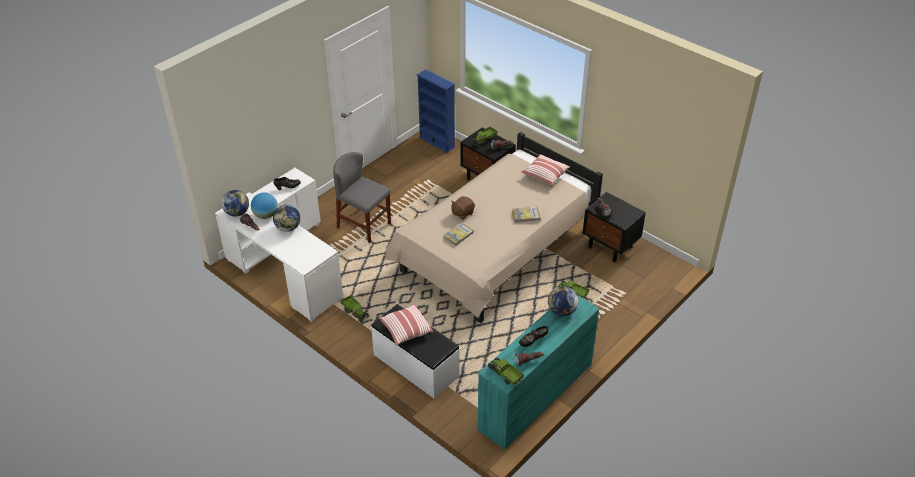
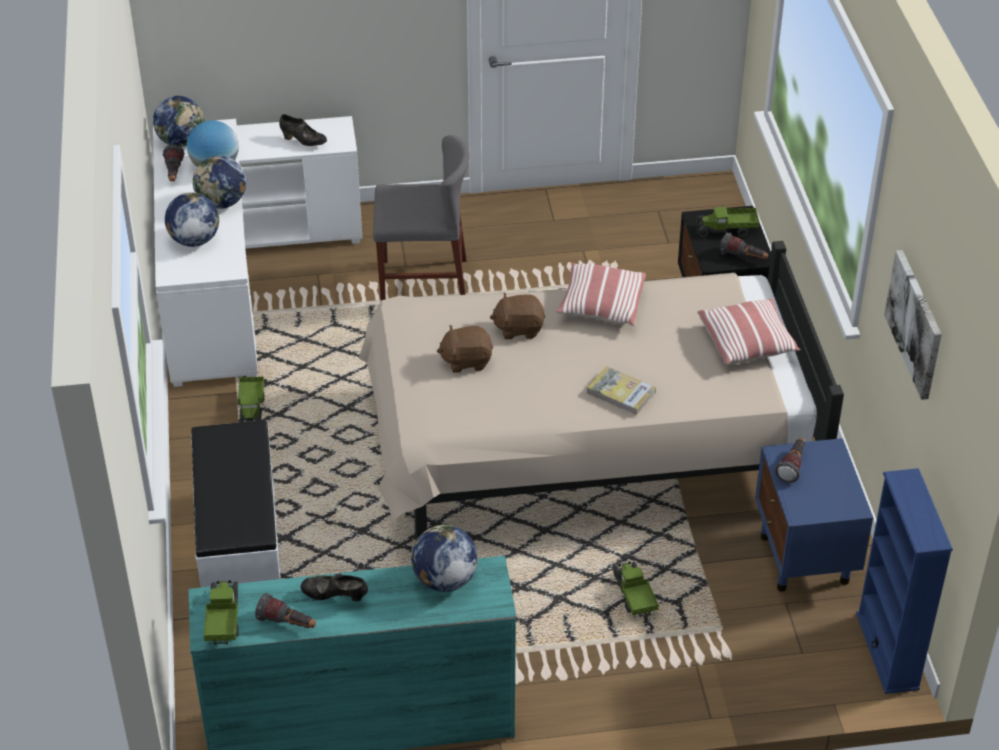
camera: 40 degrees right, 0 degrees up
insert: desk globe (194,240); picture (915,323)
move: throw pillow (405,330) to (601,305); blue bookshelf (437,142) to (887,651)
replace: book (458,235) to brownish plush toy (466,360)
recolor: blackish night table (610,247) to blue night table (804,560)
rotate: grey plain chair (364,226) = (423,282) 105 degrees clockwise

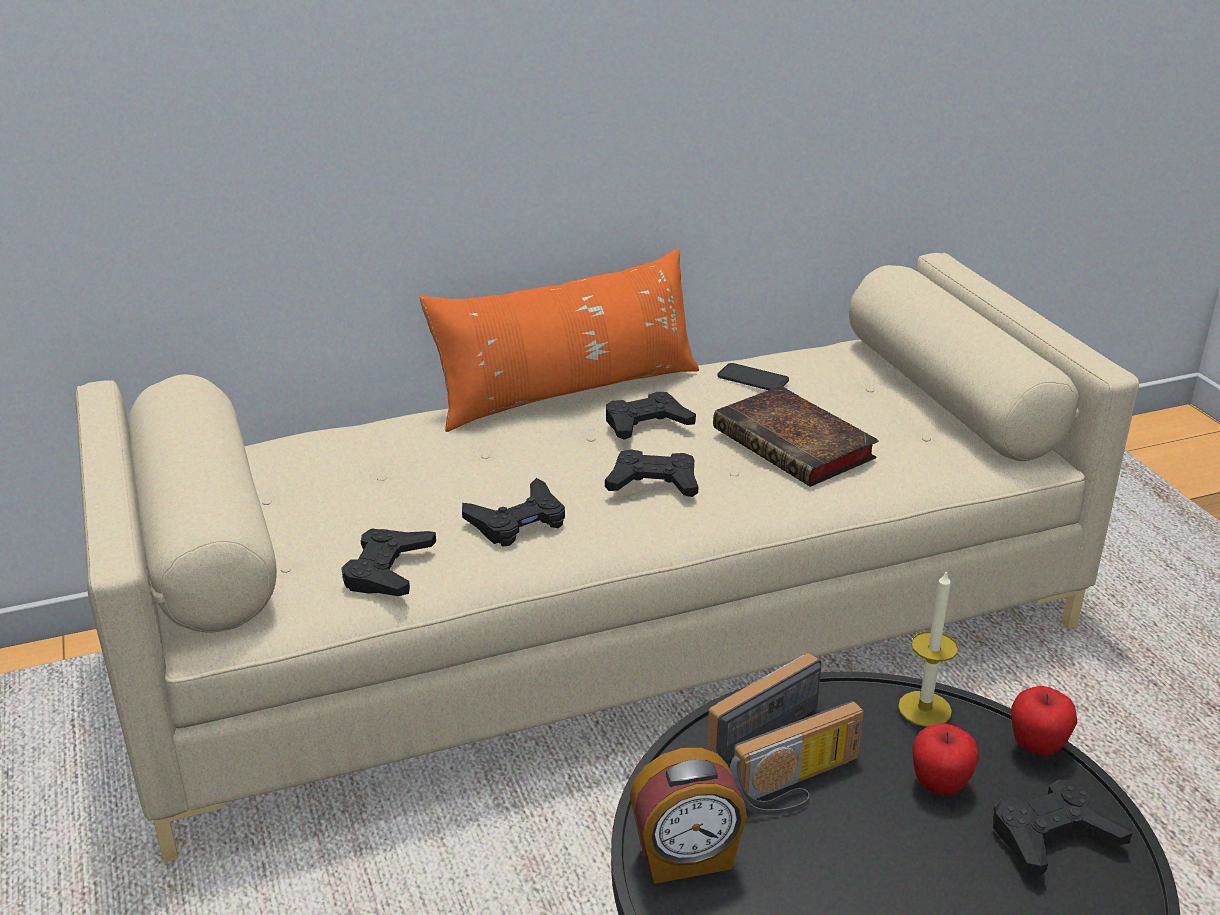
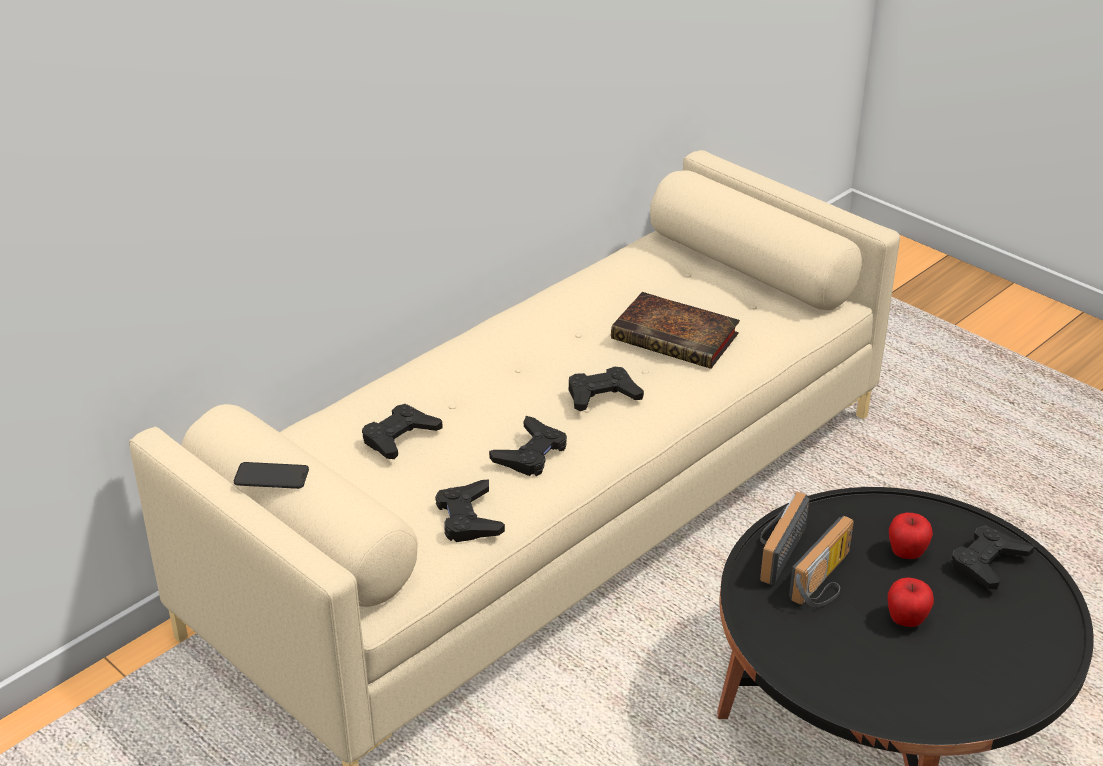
camera: 25 degrees left, 5 degrees up
delete: orangey throw pillow (568,393); alarm clock (686,858); wax light (924,709)
move: blackish joypad (646,424) to (400,437); handset (753,378) to (271,476); apple (1036,747) to (906,620)

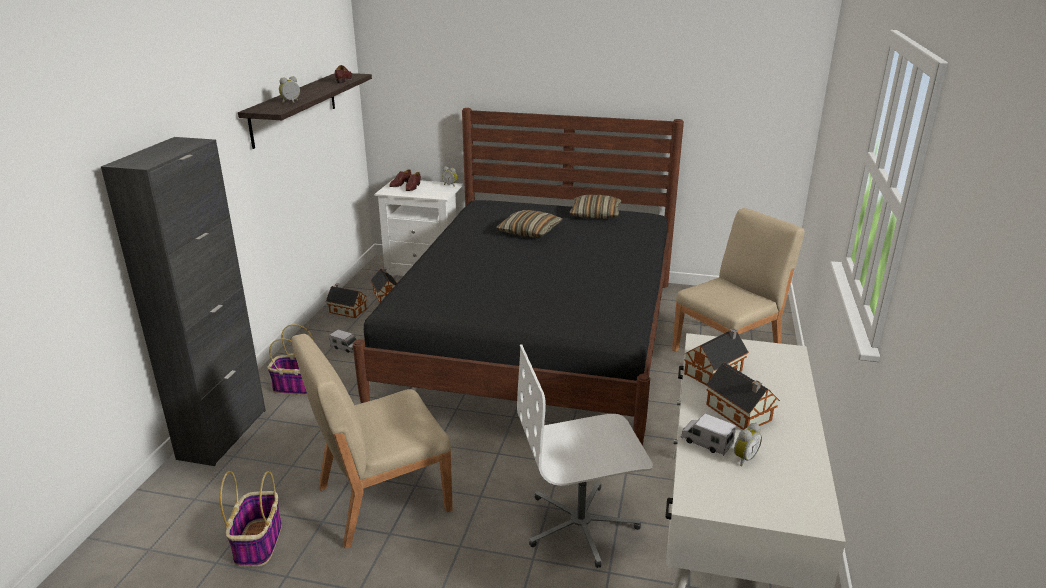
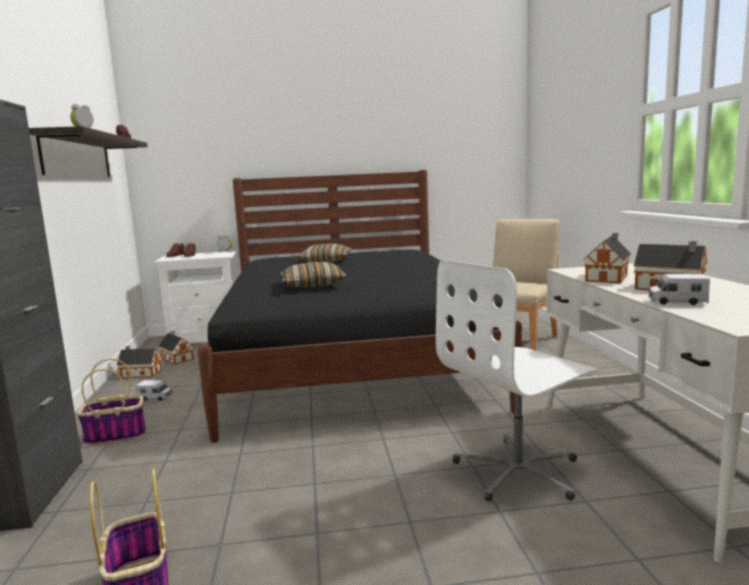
camera: 20 degrees left, 15 degrees down
delete: beige-coloured plain chair (382,499); alarm clock (743,458)
move: throw pillow (595,214) to (313,285)

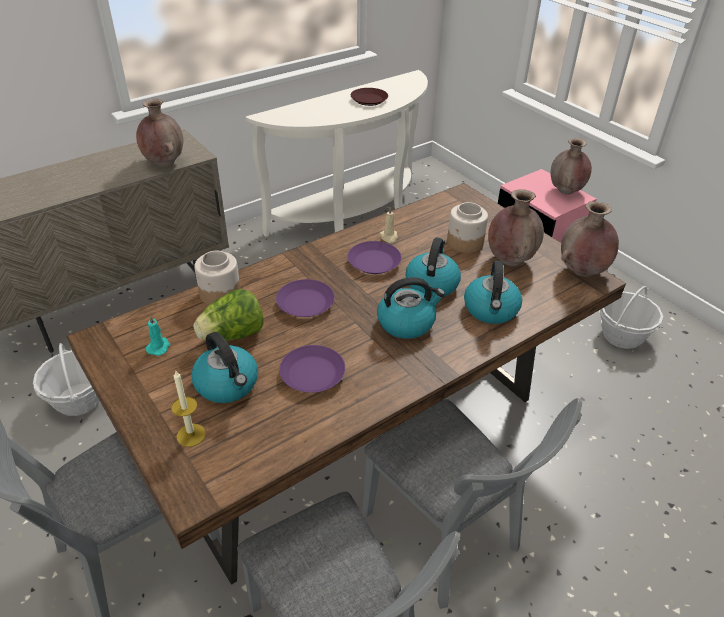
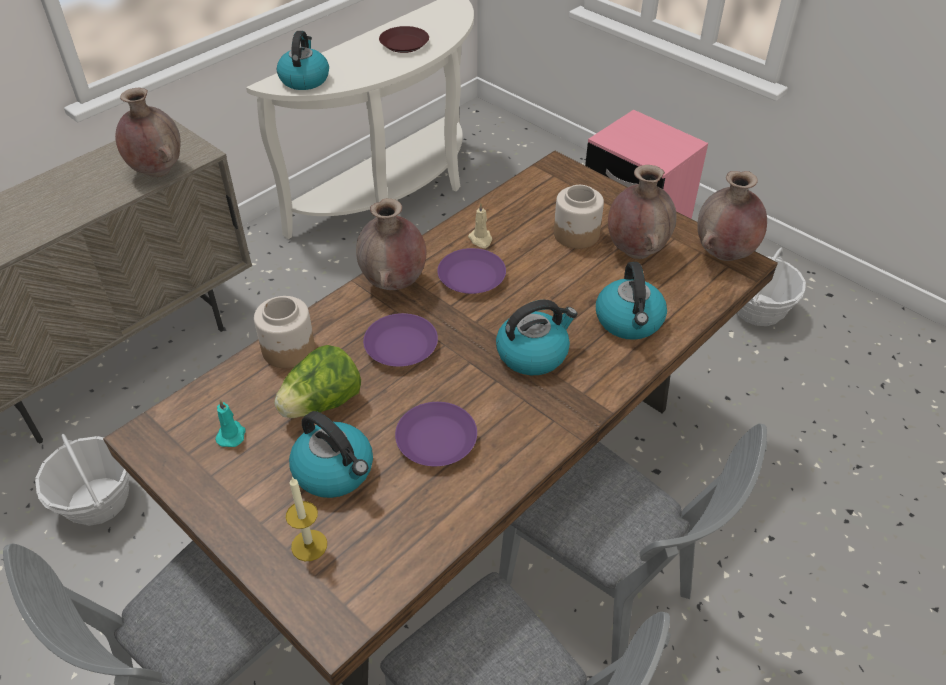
camera: 10 degrees left, 5 degrees up
move: tea kettle (431,284) to (304,79); brownish vase (565,191) to (394,284)

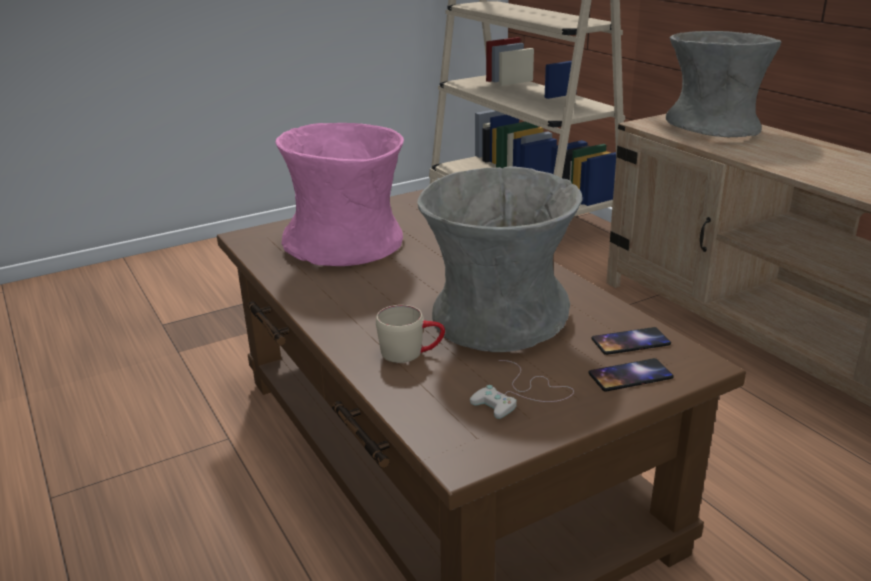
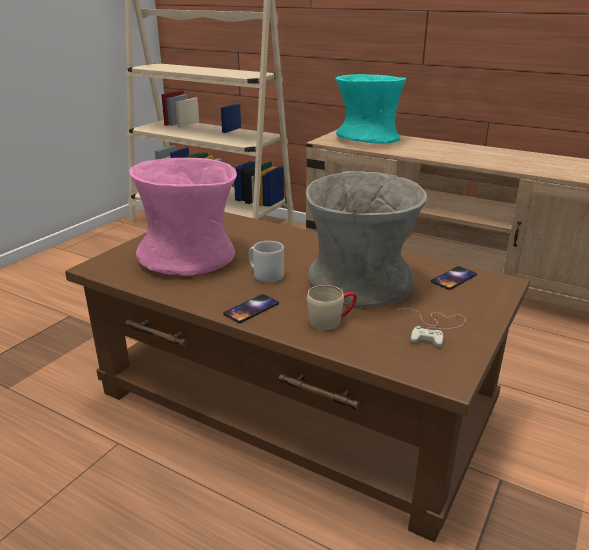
camera: 30 degrees left, 0 degrees up
insert: grey tea mug (265,275)
move: handset (630,376) to (251,309)
recolor: grey vase (712,128) to turquoise-coloured vase (367,139)

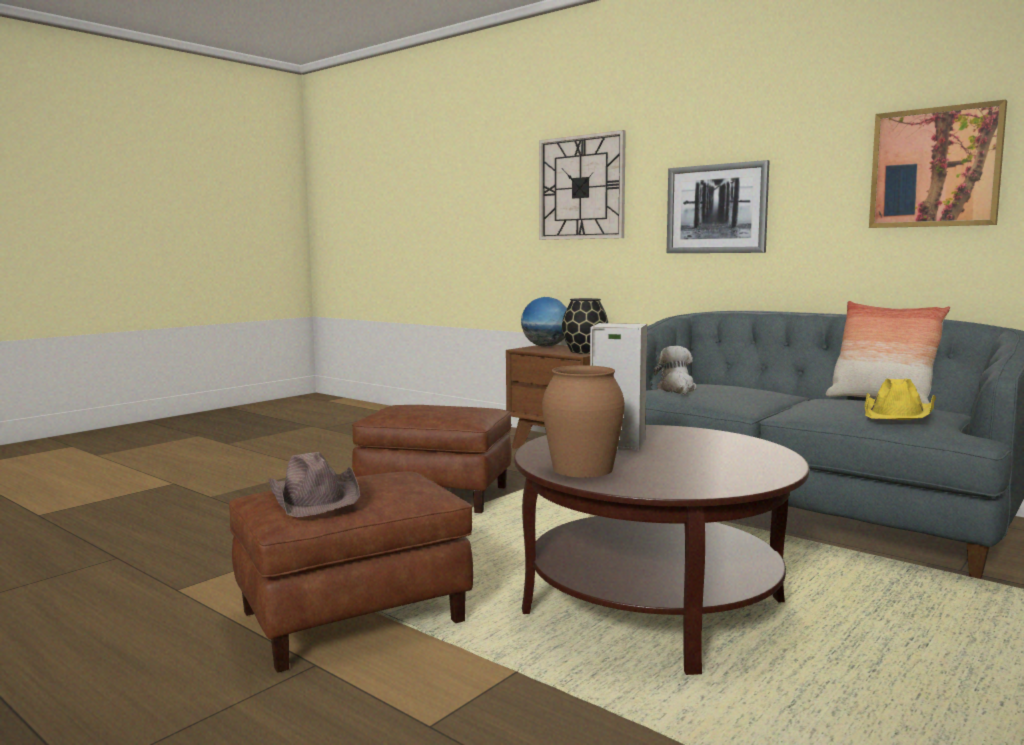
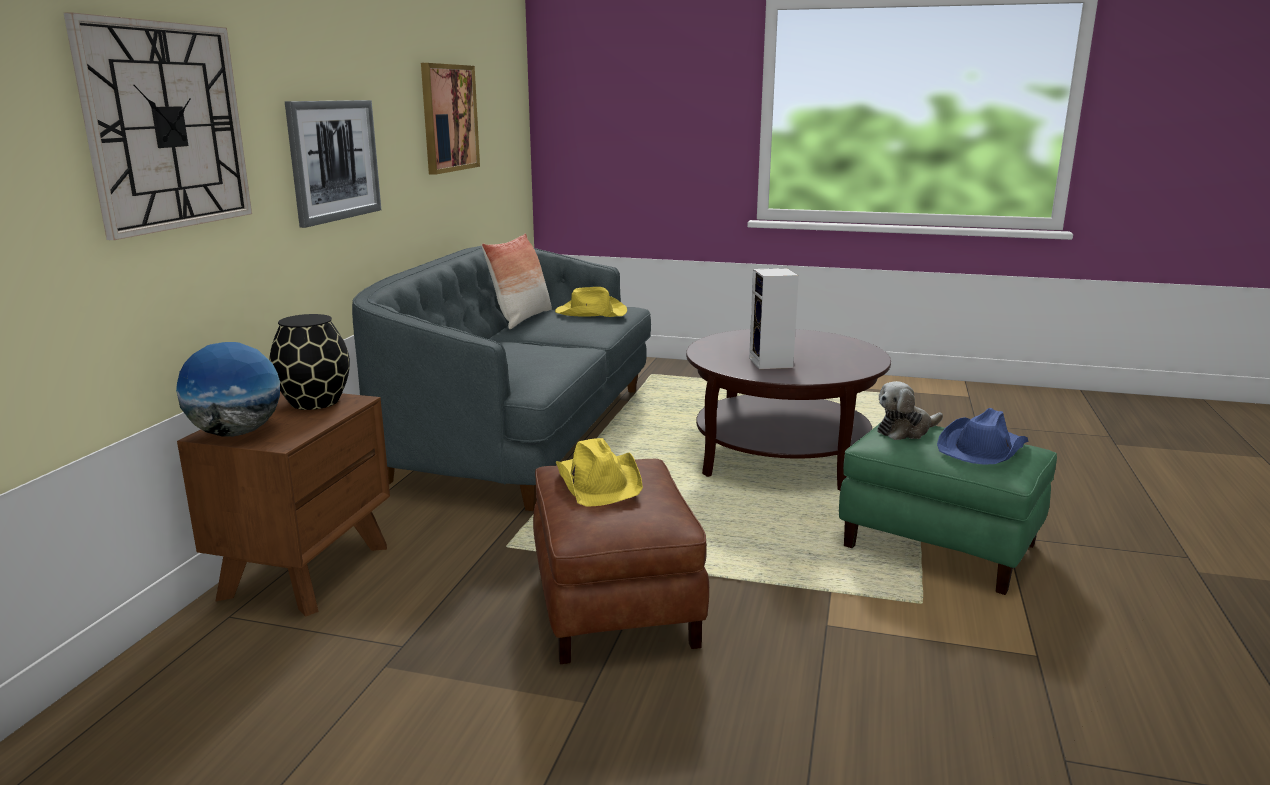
camera: 115 degrees left, 10 degrees up
delete: brownish vase (582,468)
insert: yellow-coloured clothing hat (599,482)
move: plush toy (677,390) to (905,430)
recolor: brownish footrest (352,618) to green-coloured footrest (940,545); brownish clothing hat (315,497) to blue clothing hat (982,448)

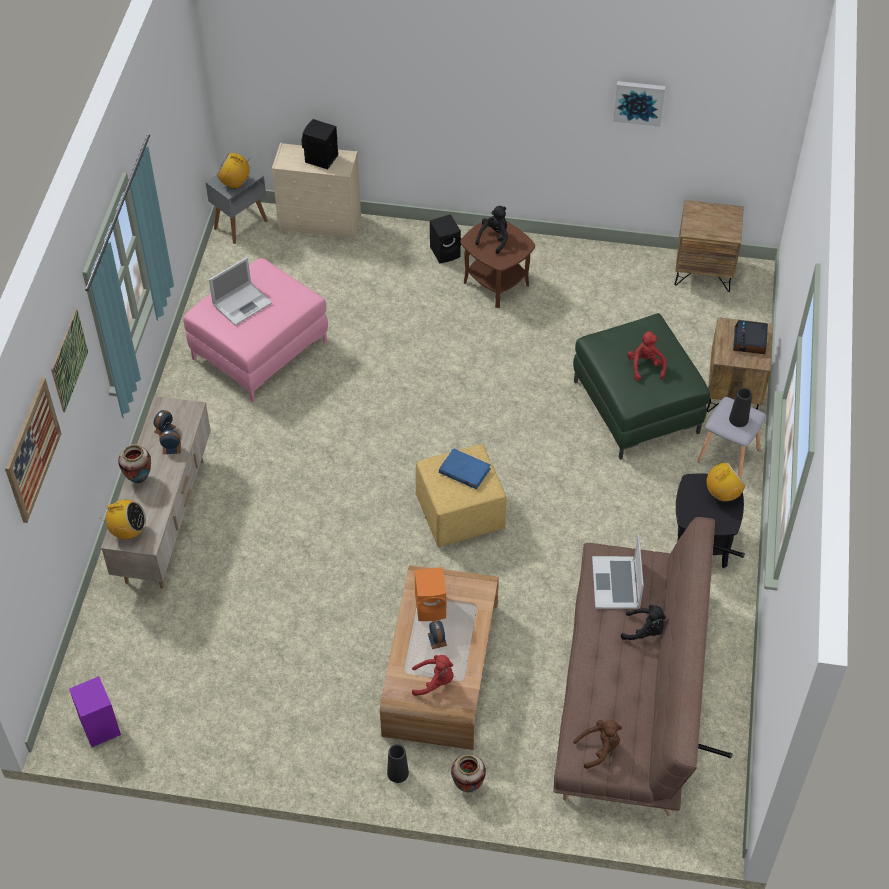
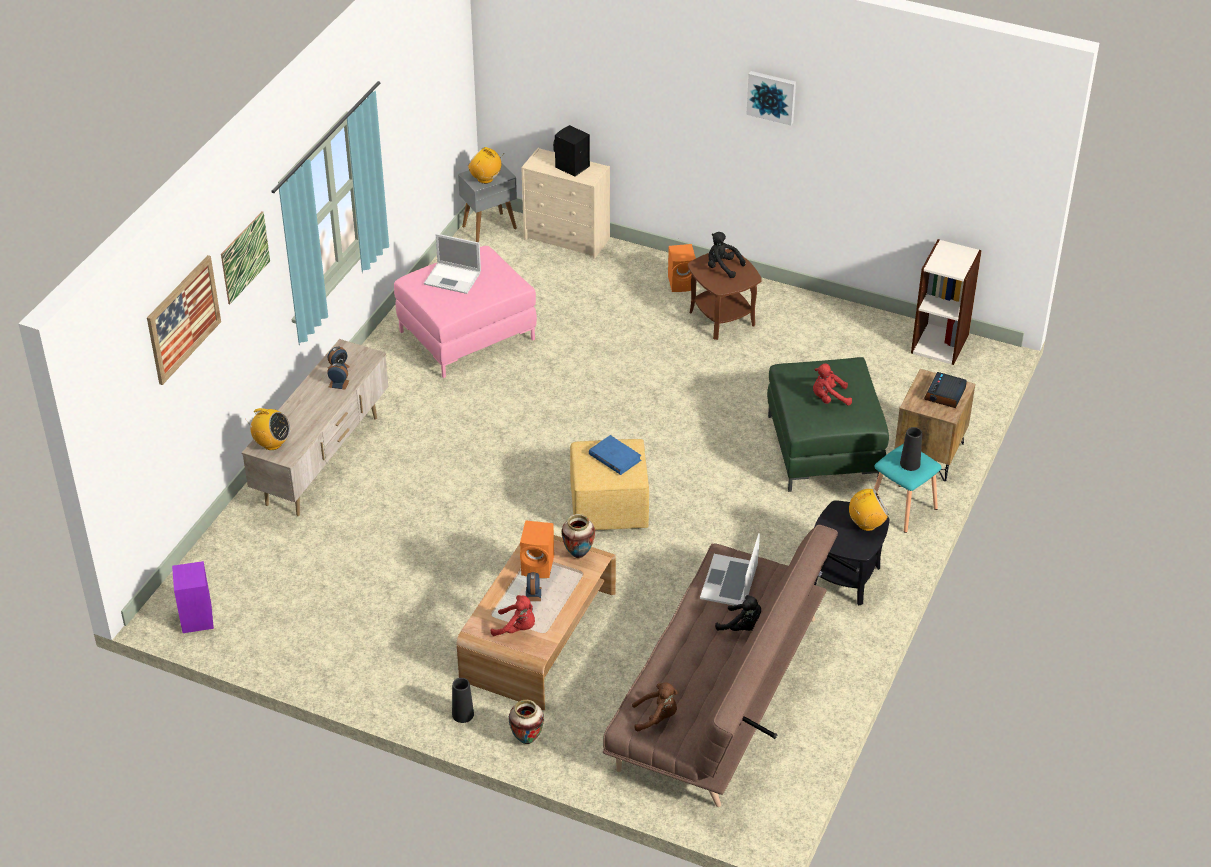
camera: 15 degrees right, 10 degrees down
move: vase (139,479) to (578,554); picture (639,102) to (772,96)
replace: brownish night table (703,271) to bookshelf (940,343)
recolor: blackish loudspeaker (446,252) to orangey loudspeaker (682,283); grey stool seat (728,456) to turquoise-coloured stool seat (902,509)
rotate: portable computer (243,303) = (453,278) 45 degrees clockwise; blackish plush toy (494,239) = (722,267) 105 degrees counterclockwise; red plush toy (645,366) = (829,398) 105 degrees counterclockwise

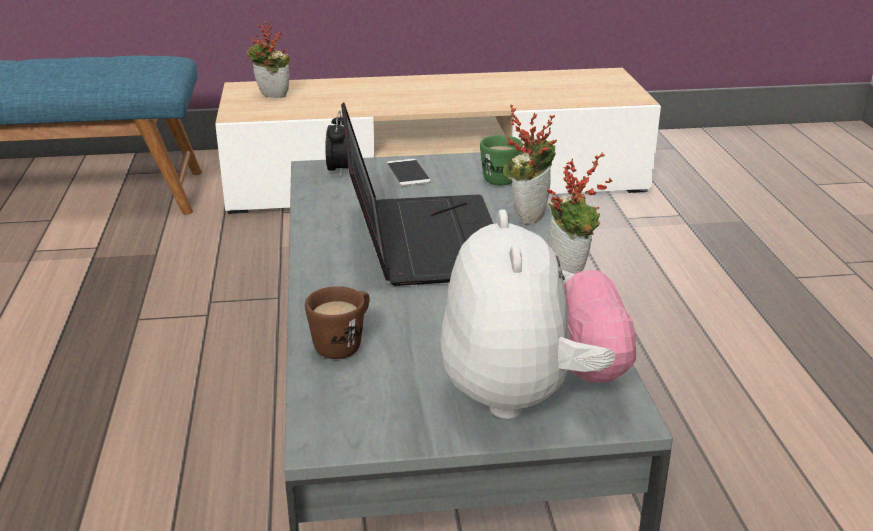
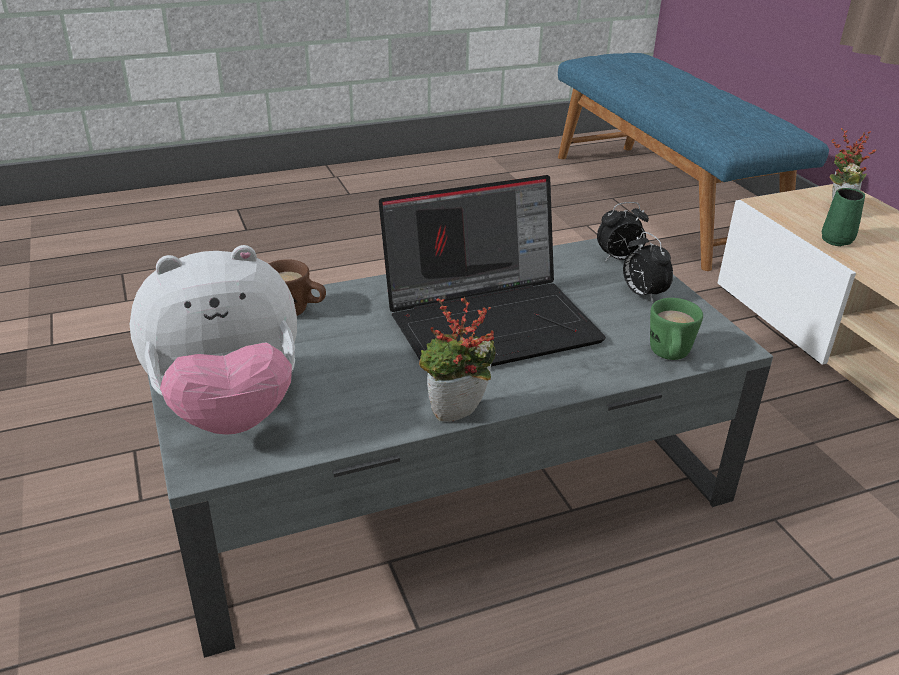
camera: 75 degrees right, 5 degrees up
delete: potted plant (528,215)
insert: green-coloured tea mug (838,239)
replace: handset (408,173) to alarm clock (642,294)

